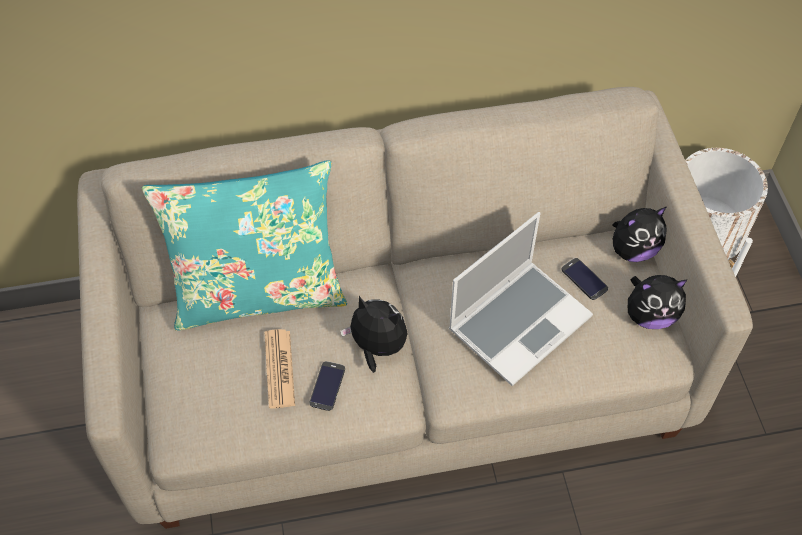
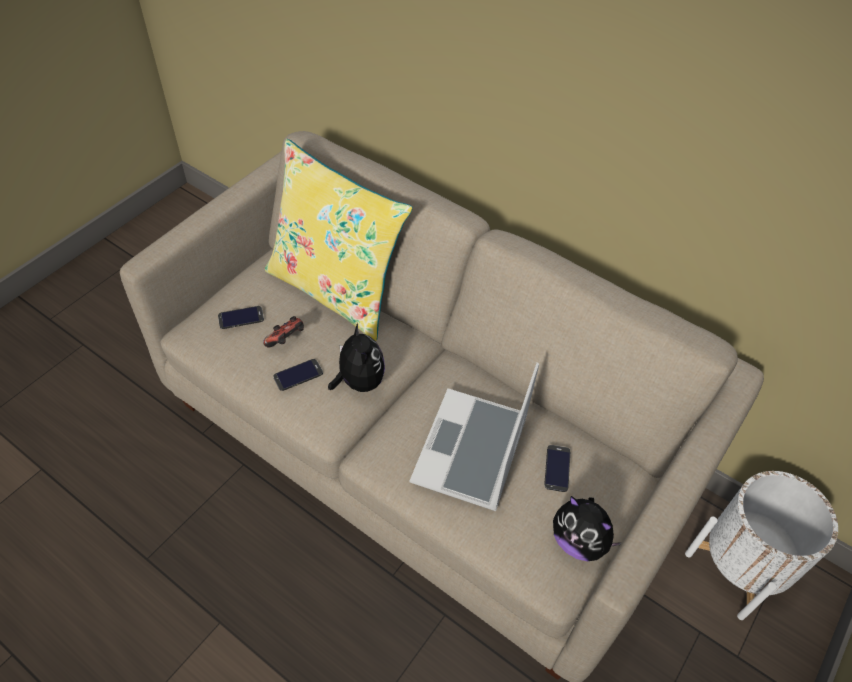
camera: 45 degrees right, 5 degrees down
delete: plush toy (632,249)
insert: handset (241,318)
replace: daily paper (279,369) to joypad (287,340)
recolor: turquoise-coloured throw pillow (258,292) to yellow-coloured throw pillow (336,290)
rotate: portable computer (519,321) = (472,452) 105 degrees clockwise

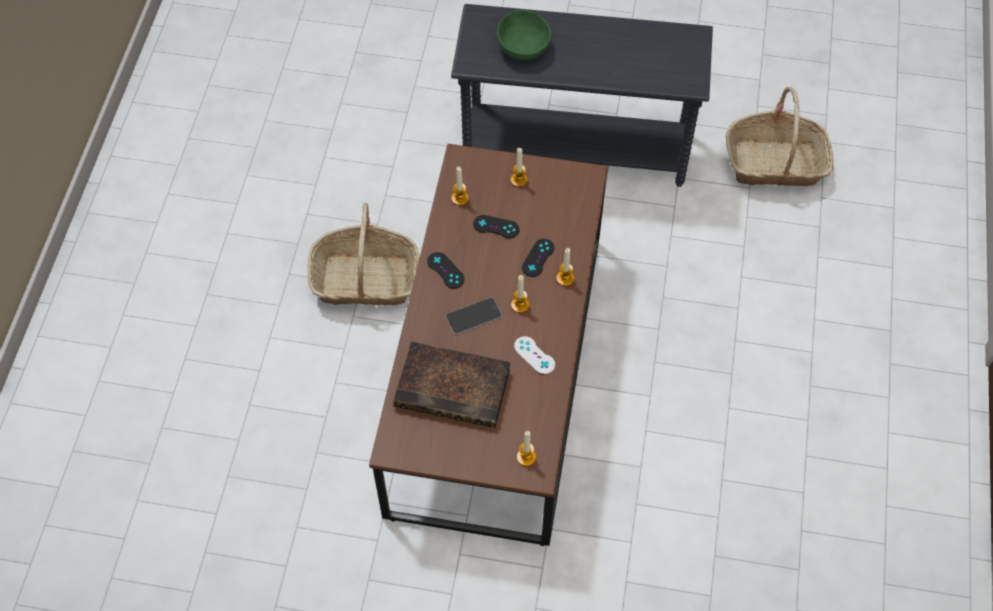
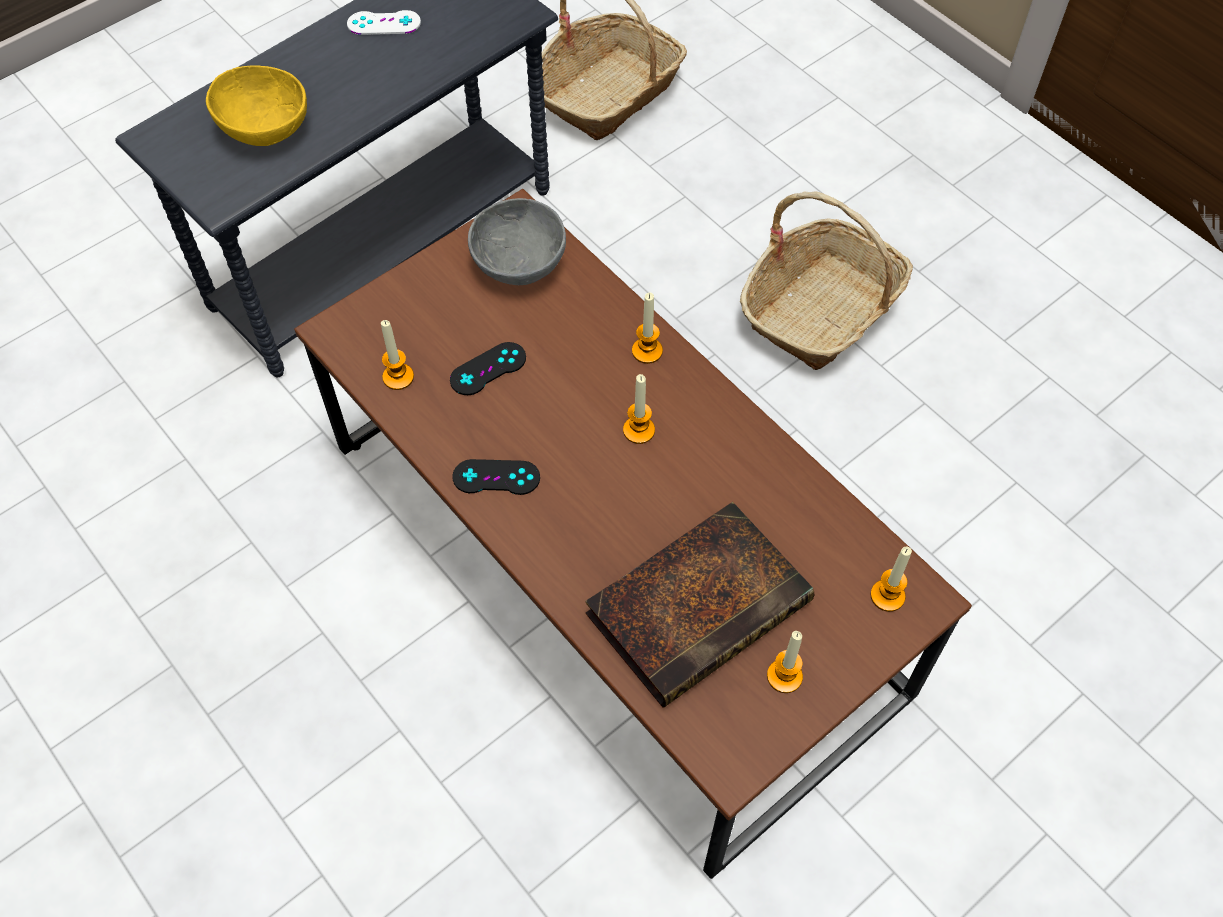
camera: 50 degrees left, 0 degrees up
delete: handset (473,316); blackish joypad (538,258)
insert: grey serving bowl (518,263)
move: storage basket (366,279) to (821,309); wax light (518,180) to (784,676); white-coloured joypad (534,355) to (384,23)
recolor: green-coloured serving bowl (524,47) to yellow-coloured serving bowl (265,126)

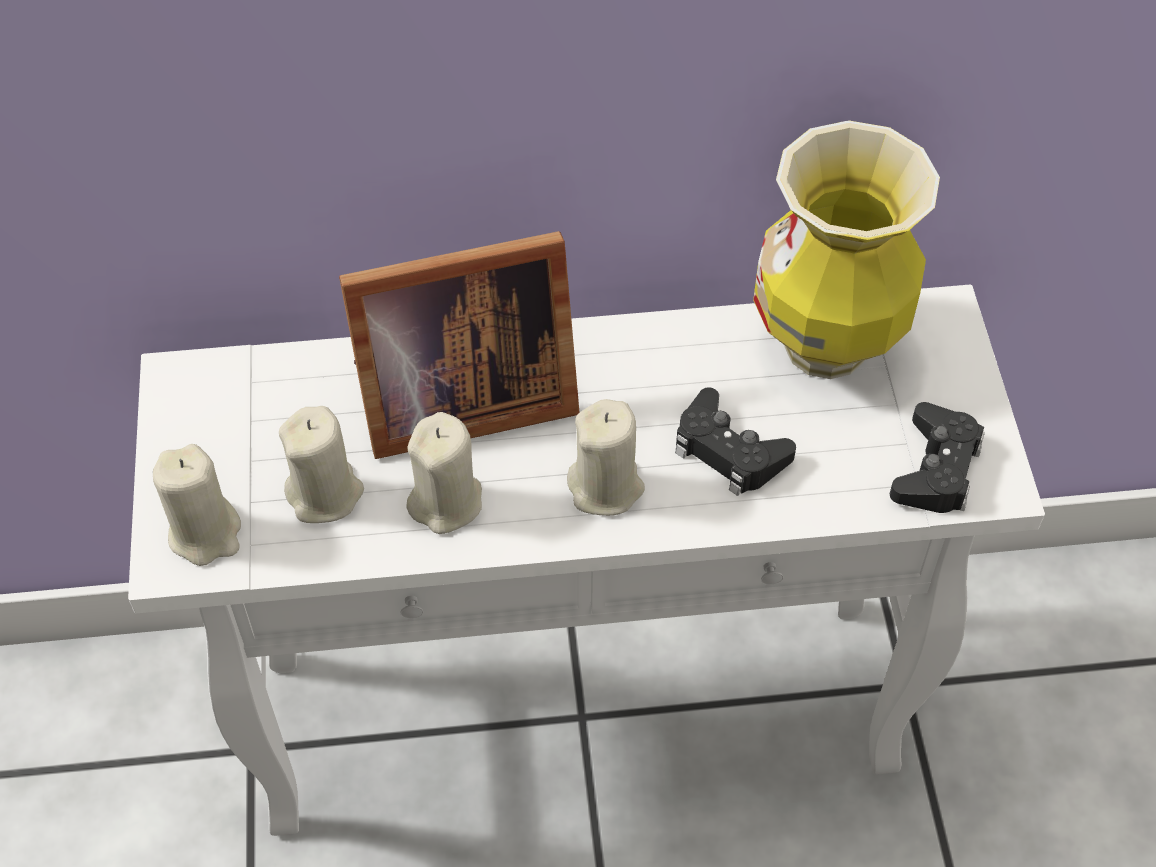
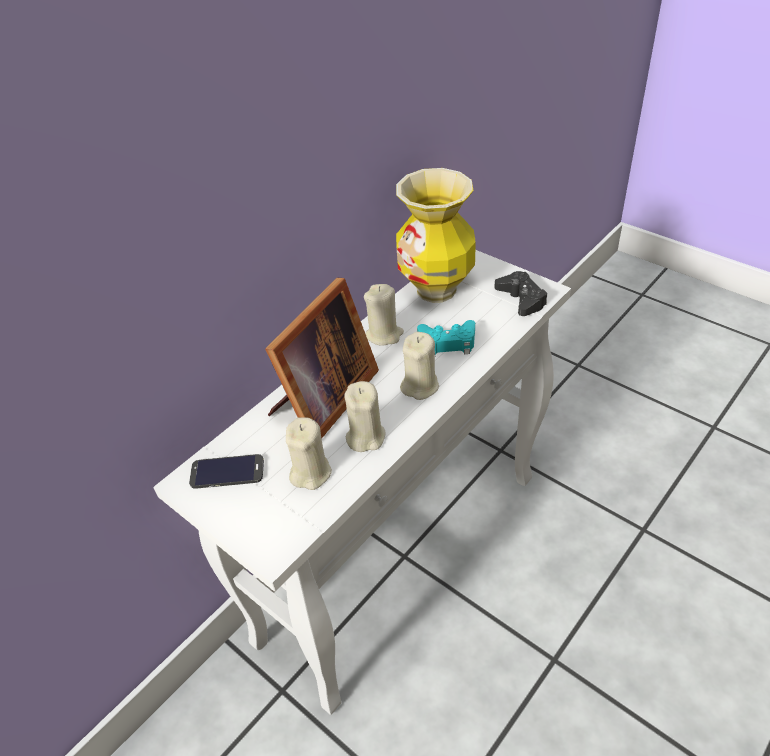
camera: 40 degrees left, 10 degrees down
insert: handset (227,472)
move: beige-coloured wax light (205,533) to (384,335)
recolor: blackish joypad (728,451) to turquoise-coloured joypad (447,343)

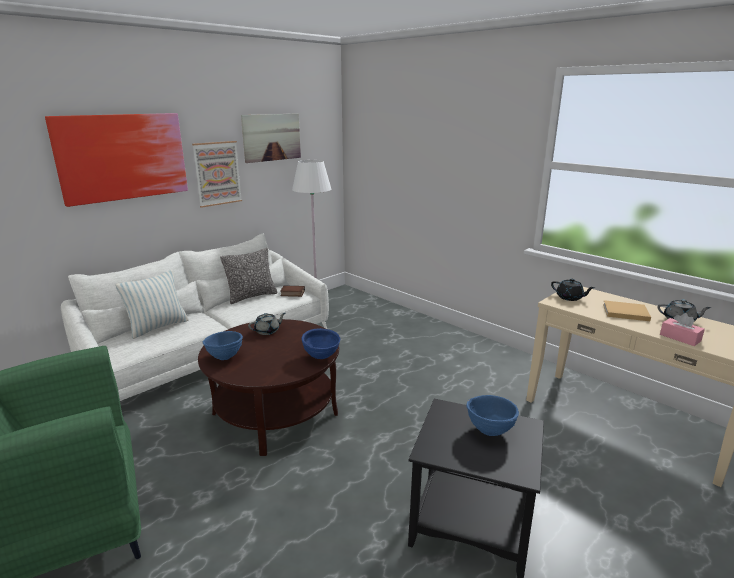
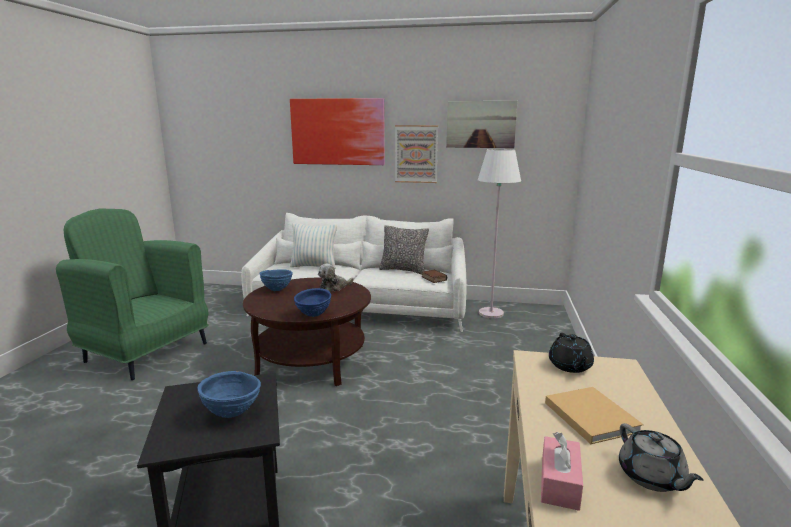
camera: 55 degrees right, 5 degrees down
replace: grey pot for tea (267,331) to plush toy (334,287)

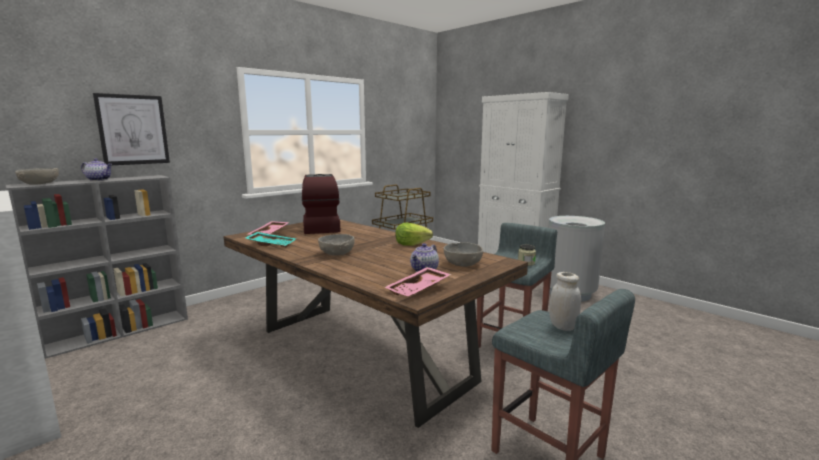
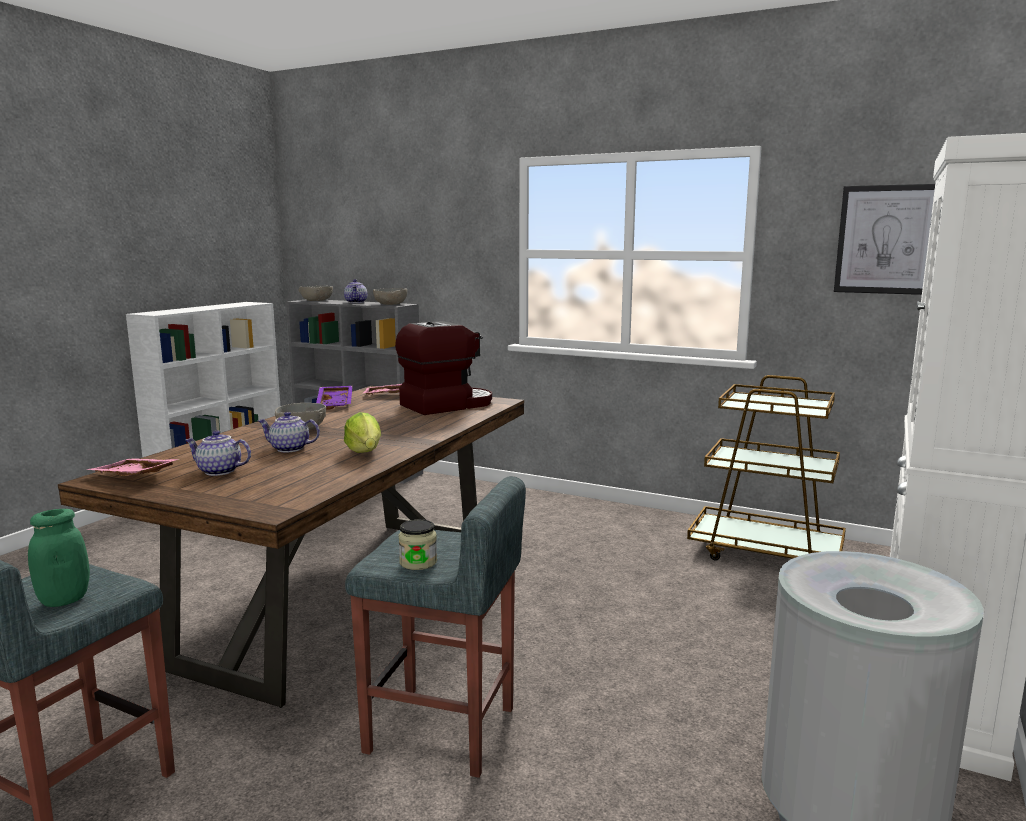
camera: 70 degrees right, 0 degrees up
insert: pot for tea (289,449)
move: picture (133,130) to (887,240); grey serving bowl (462,264) to (390,304)
recolor: turquoise-coloured tray (271,244) to purplish tray (336,403); white-coloured preserve jar (562,326) to green-coloured preserve jar (64,600)

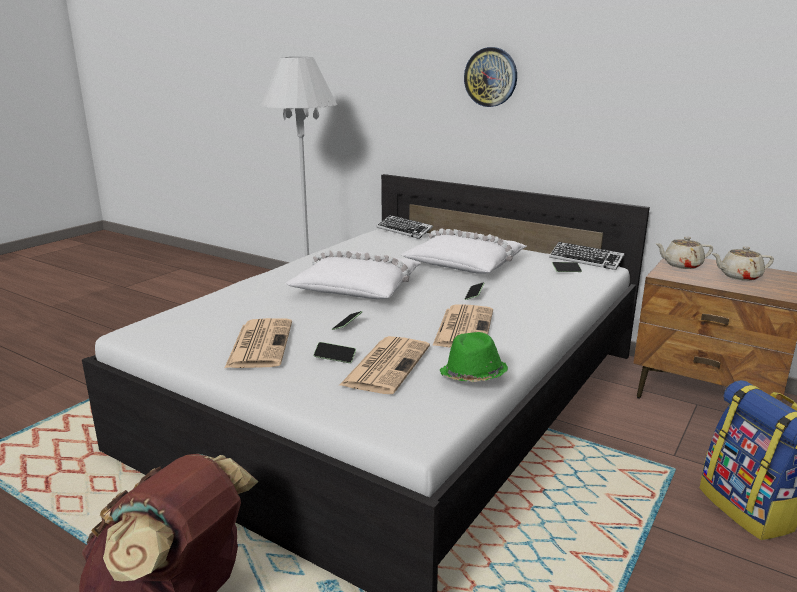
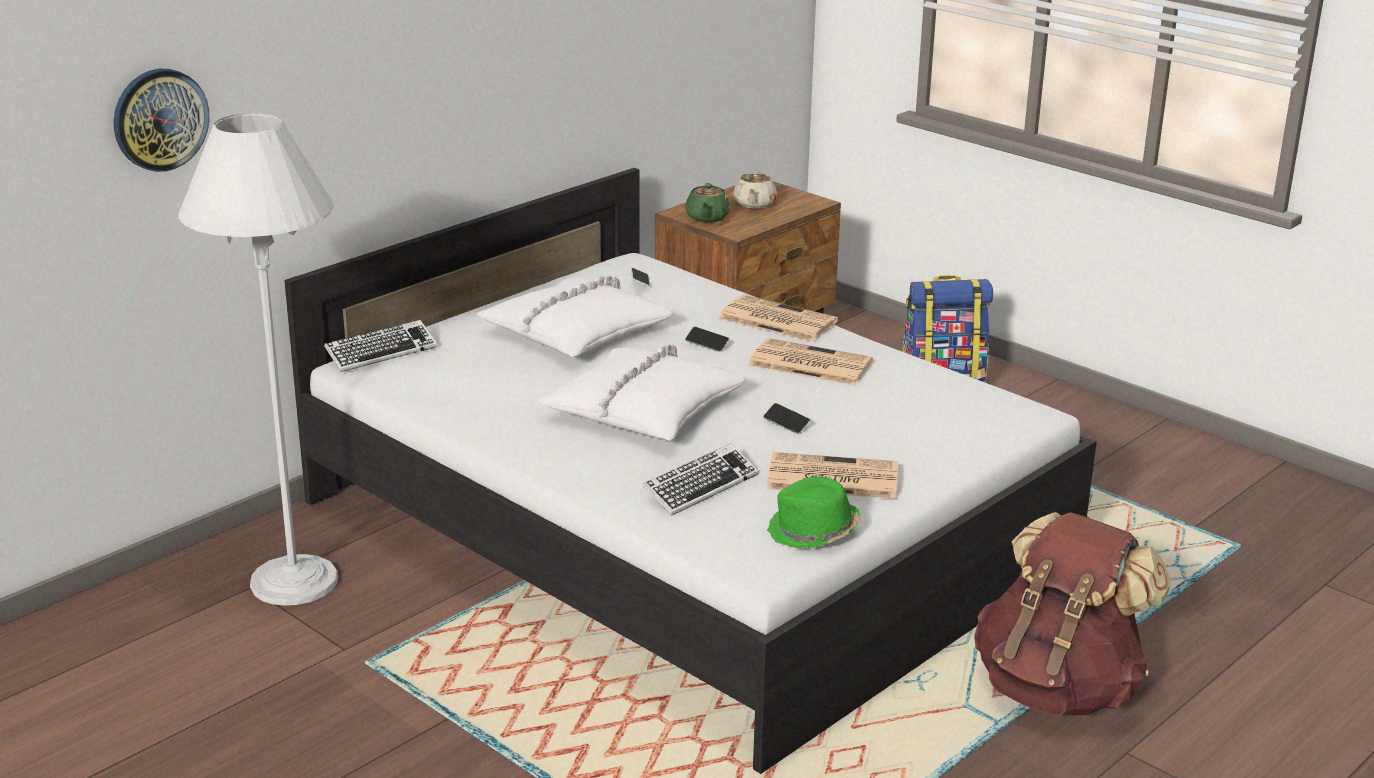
camera: 80 degrees left, 5 degrees up
delete: handset (335,358)
move: daily paper (386,365) to (776,320); green-coloured clothing hat (472,376) to (813,532); hanging clock (491,77) to (160,119); keyboard (585,260) to (700,486)
recolor: beige-coloured pot for tea (681,265) to green-coloured pot for tea (707,218)

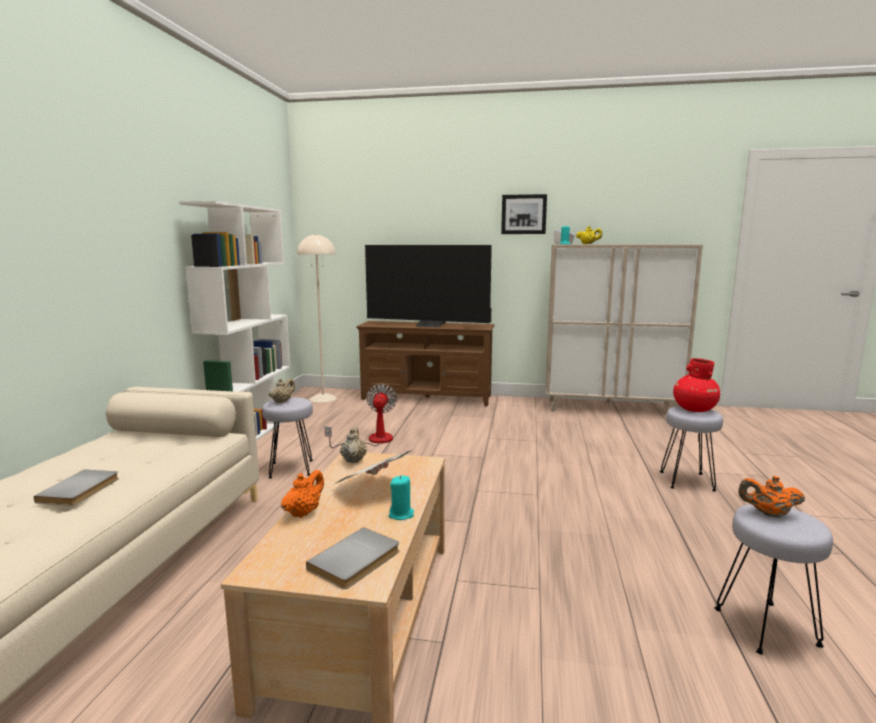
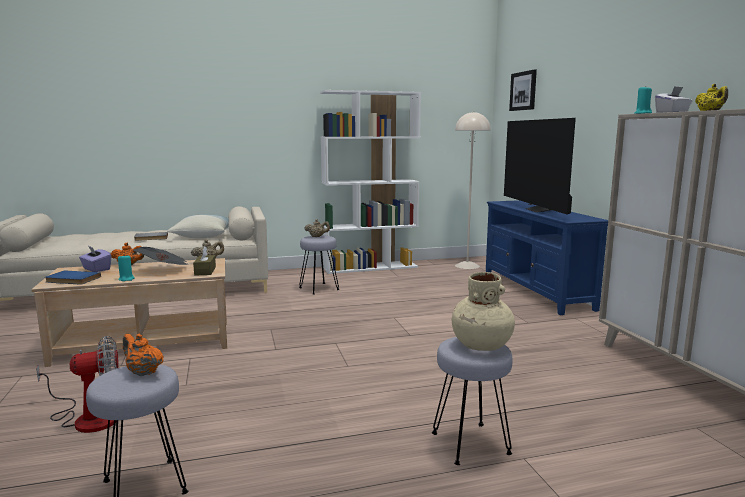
camera: 65 degrees right, 0 degrees up
insert: purplish tissue box (96,269); throw pillow (203,236); brownish tissue box (205,271)
move: cooling fan (372,441) to (87,417); picture (523,214) to (523,91)
recolor: grey book (357,561) to blue book (72,280); brownish tv stand (426,398) to blue tv stand (536,291); red vase (694,409) to beige-coloured vase (481,345)
rotate: orangey pot for tea (768,514) = (143,372) 45 degrees counterclockwise

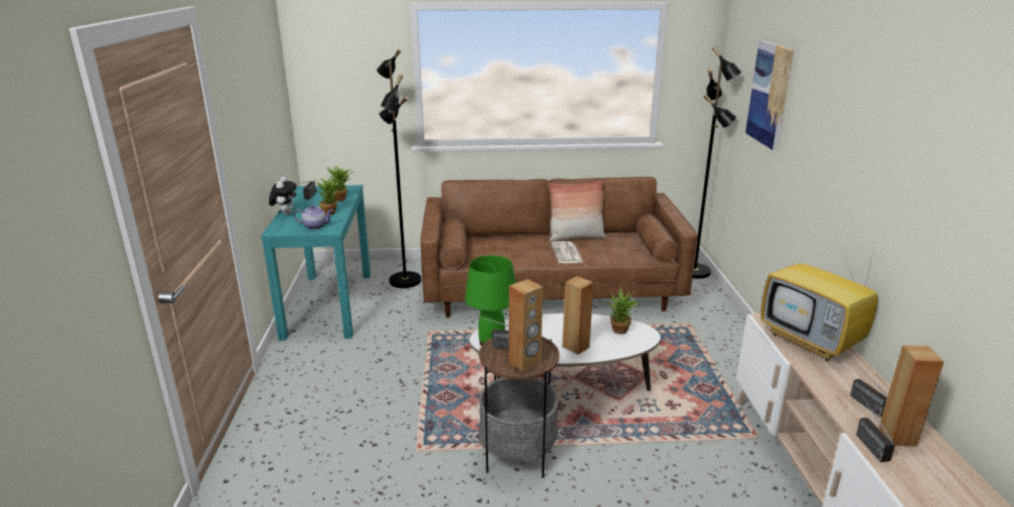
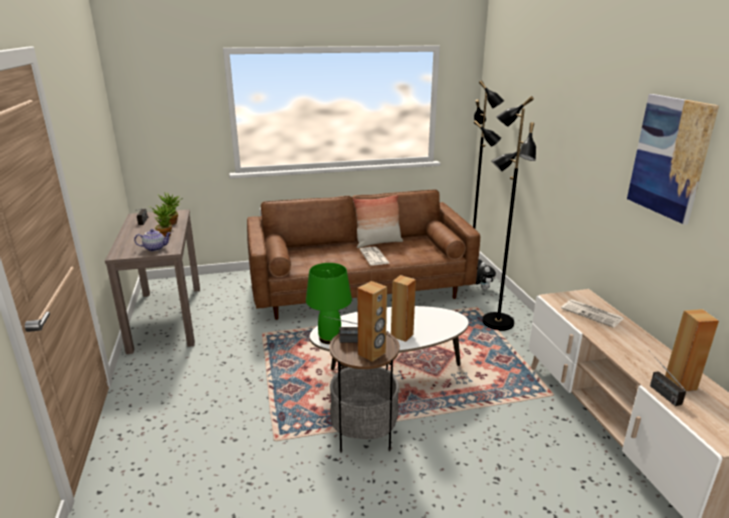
camera: 10 degrees left, 0 degrees up
delete: potted plant (620,332); radio set (859,399)
move: plush toy (285,213) to (482,288); blackish floor lamp (404,281) to (496,322); picture (769,94) to (669,157)
replace: TV (812,342) to daily paper (593,314)
recolor: turquoise-coloured narrow table (328,304) to brownish narrow table (166,317)

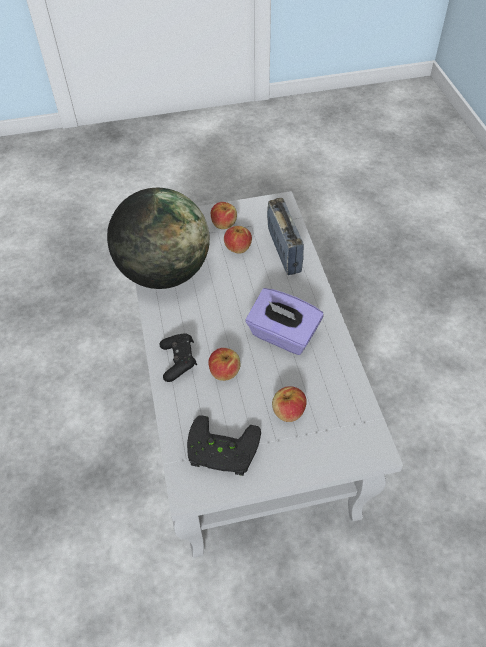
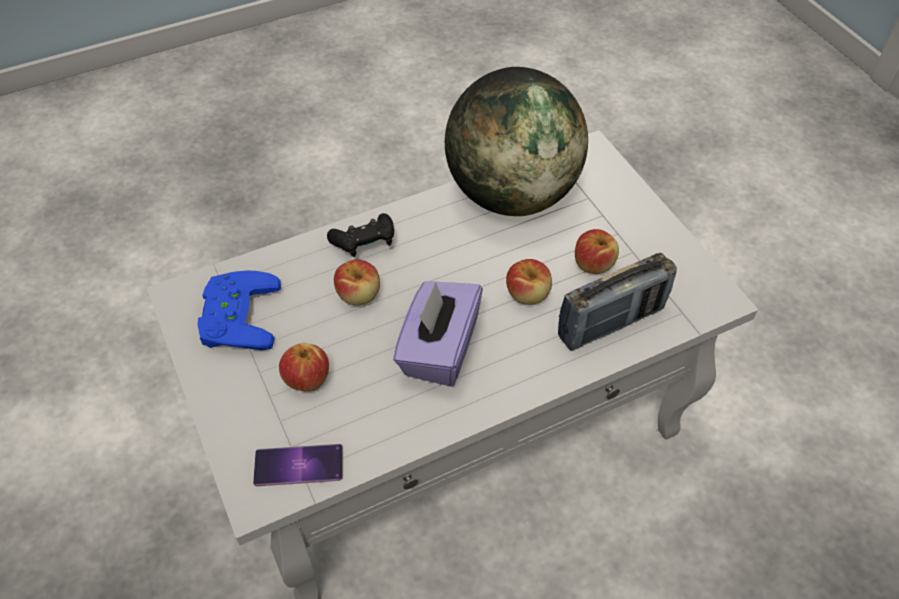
camera: 75 degrees right, 0 degrees up
insert: handset (298,465)
move: apple (224,223) to (528,294)
recolor: blackish joypad (221,452) to blue joypad (234,316)

